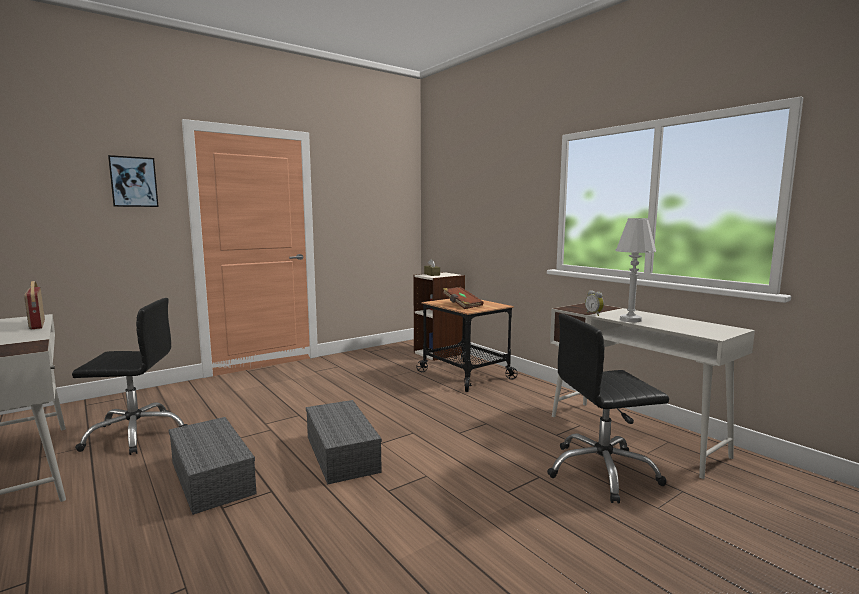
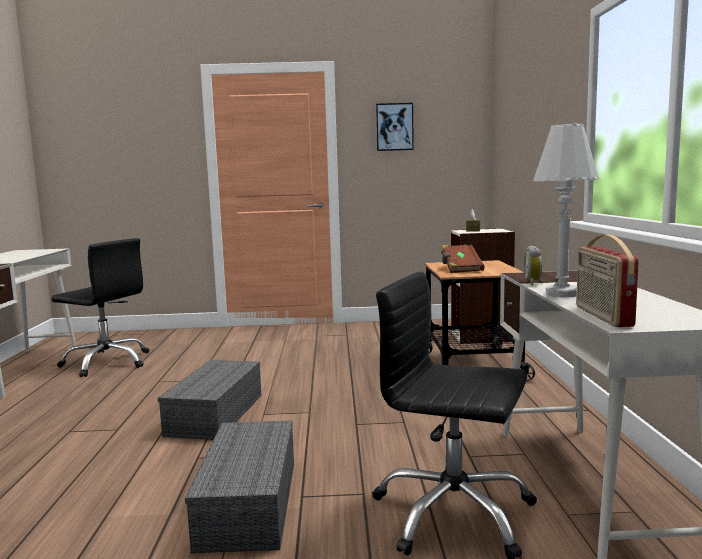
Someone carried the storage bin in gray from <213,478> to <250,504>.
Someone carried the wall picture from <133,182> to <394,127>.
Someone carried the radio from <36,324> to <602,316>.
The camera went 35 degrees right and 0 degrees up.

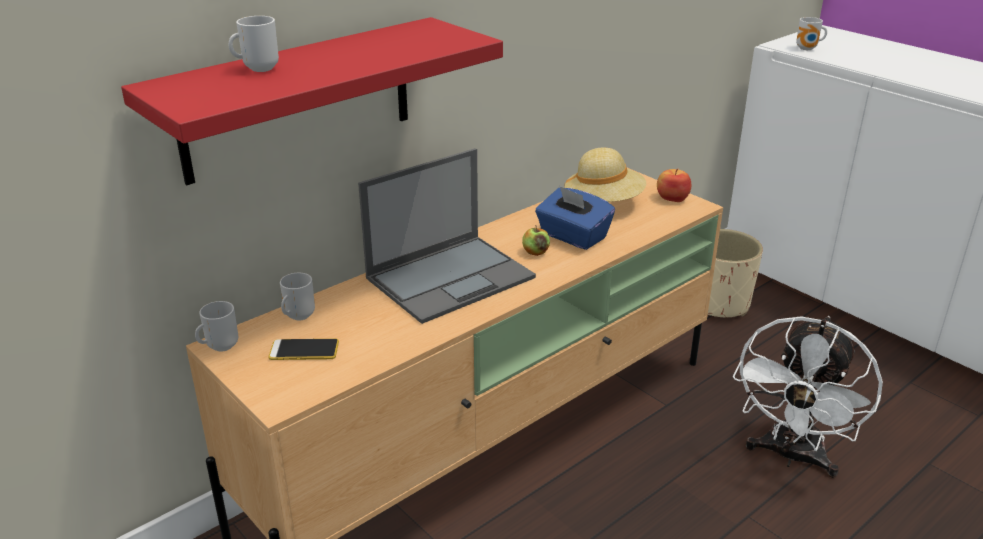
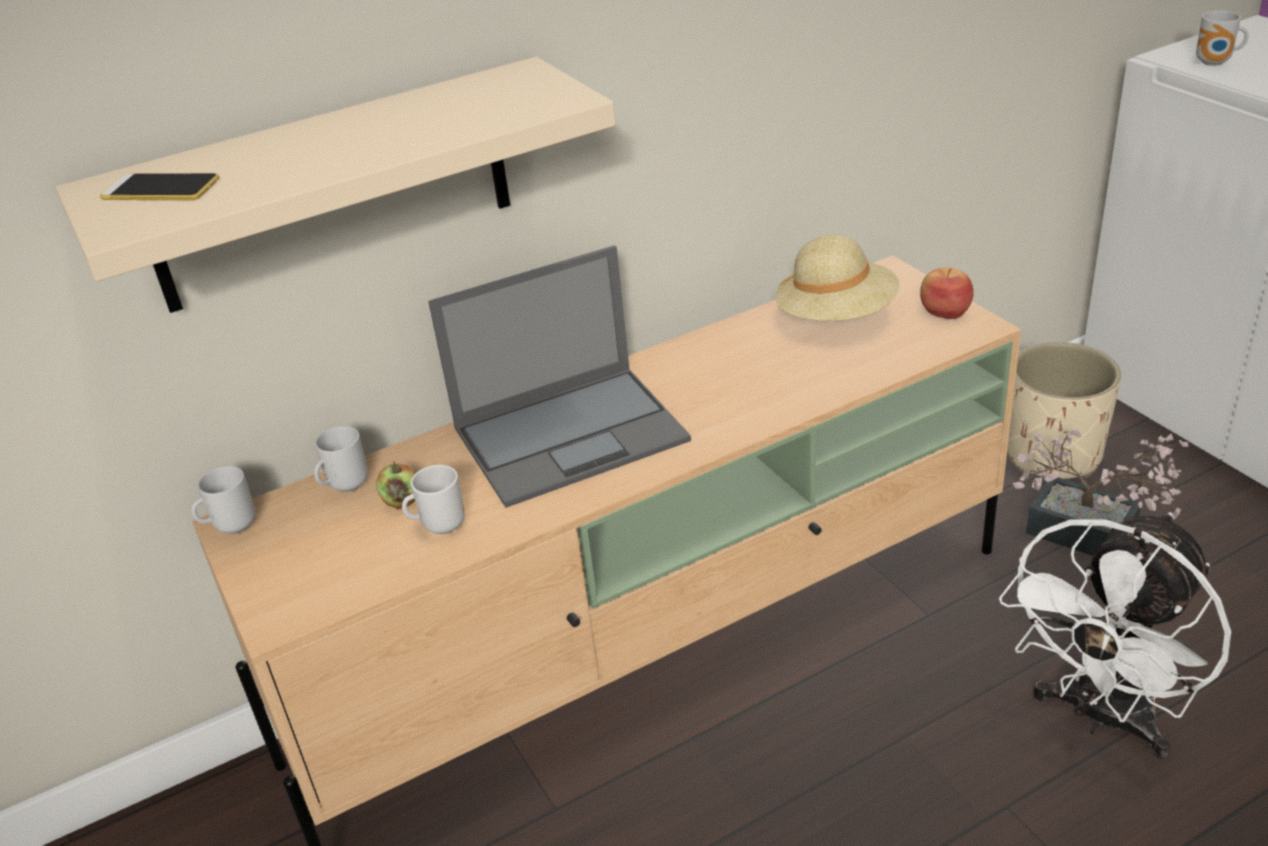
Someone repainted the shelf in reddish at <298,99>, which became the shelf in beige at <331,187>.
Someone carried the handset from <304,350> to <160,189>.
Someone carried the apple from <535,252> to <402,501>.
Someone carried the mug from <258,69> to <441,526>.
Someone put down the houseplant at <1093,536>.
Someone took away the tissue holder in blue at <572,236>.
The camera went 15 degrees right and 5 degrees up.

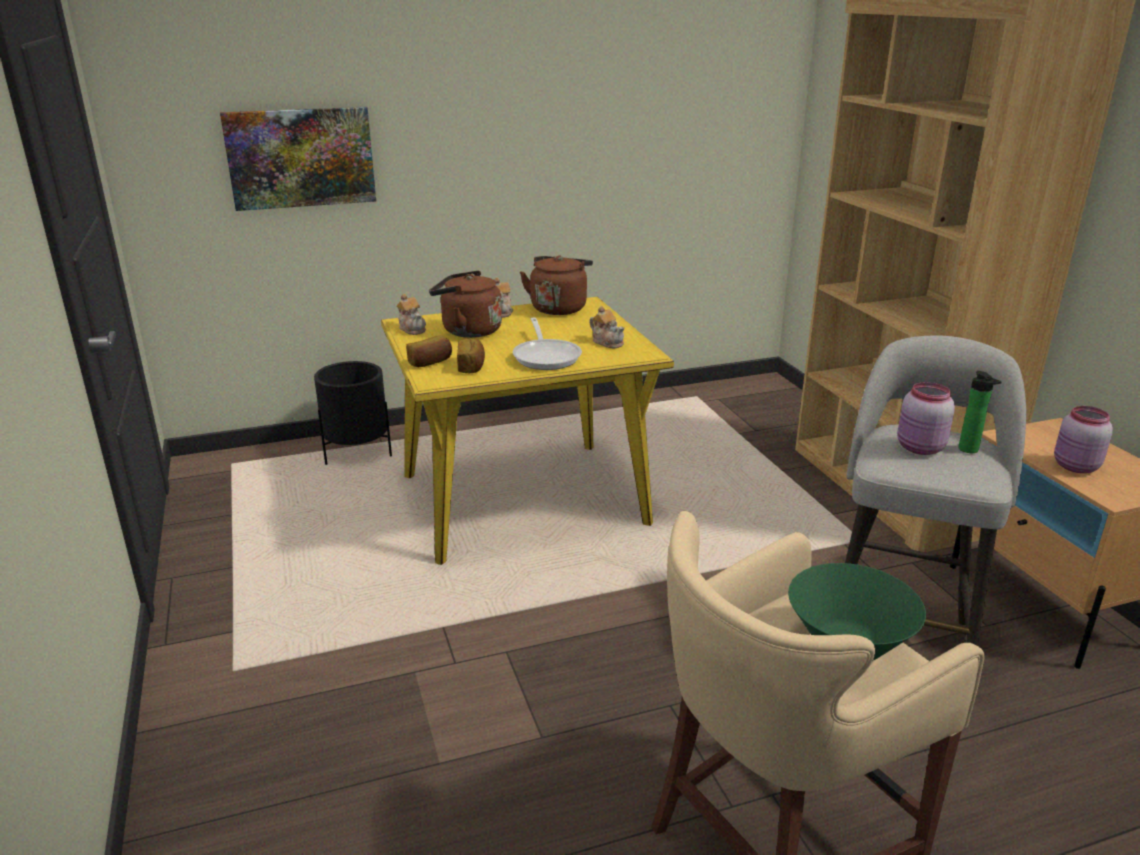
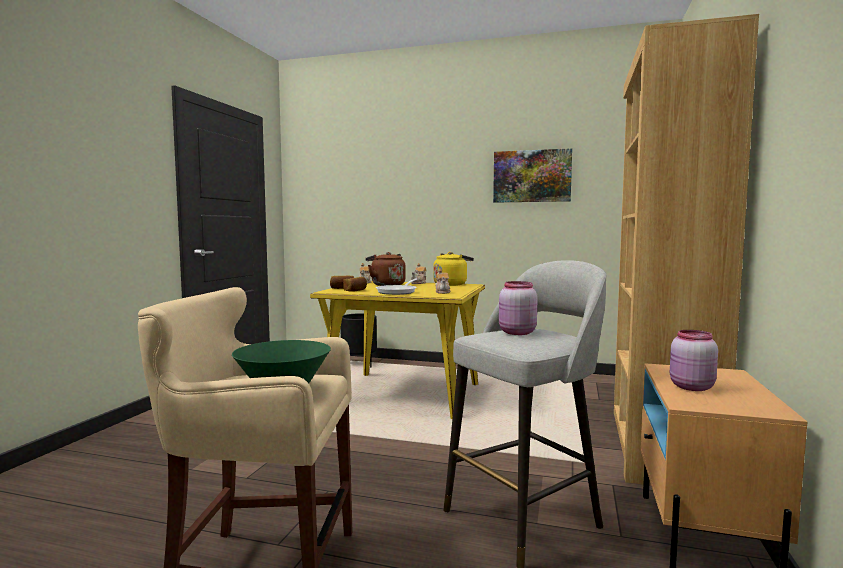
Someone repainted the tea kettle in brownish at <559,308>, which became the tea kettle in yellow-coloured at <451,284>.
Someone carried the wall picture from <301,158> to <532,176>.
Someone took away the drink bottle at <970,450>.
The camera went 35 degrees right and 20 degrees down.

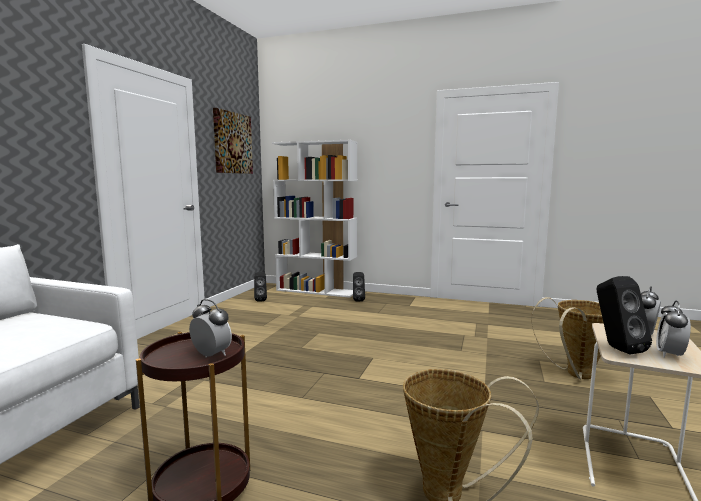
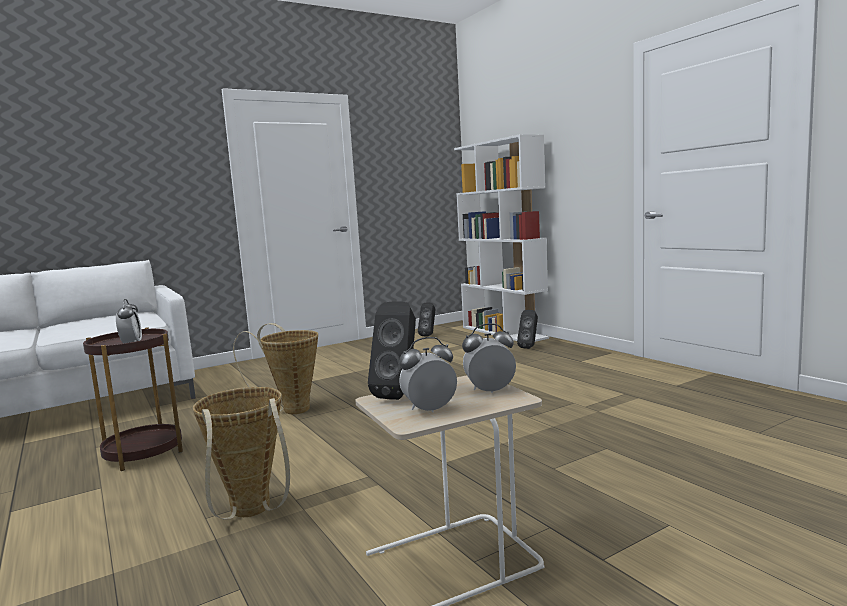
Someone carried the basket from <575,375> to <291,409>.
Someone took away the wall picture at <232,143>.
The camera went 40 degrees right and 0 degrees up.

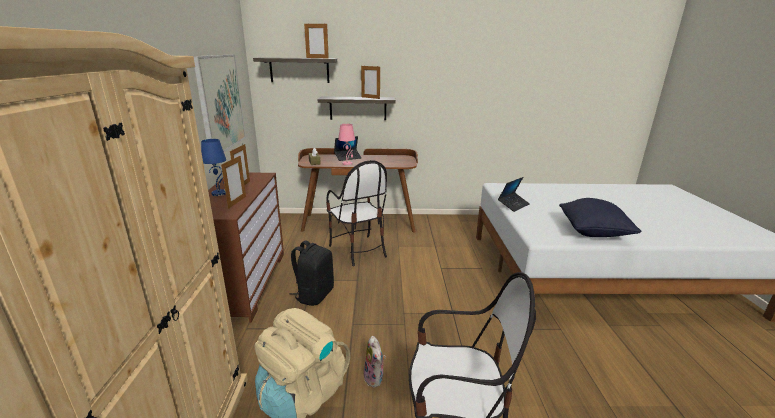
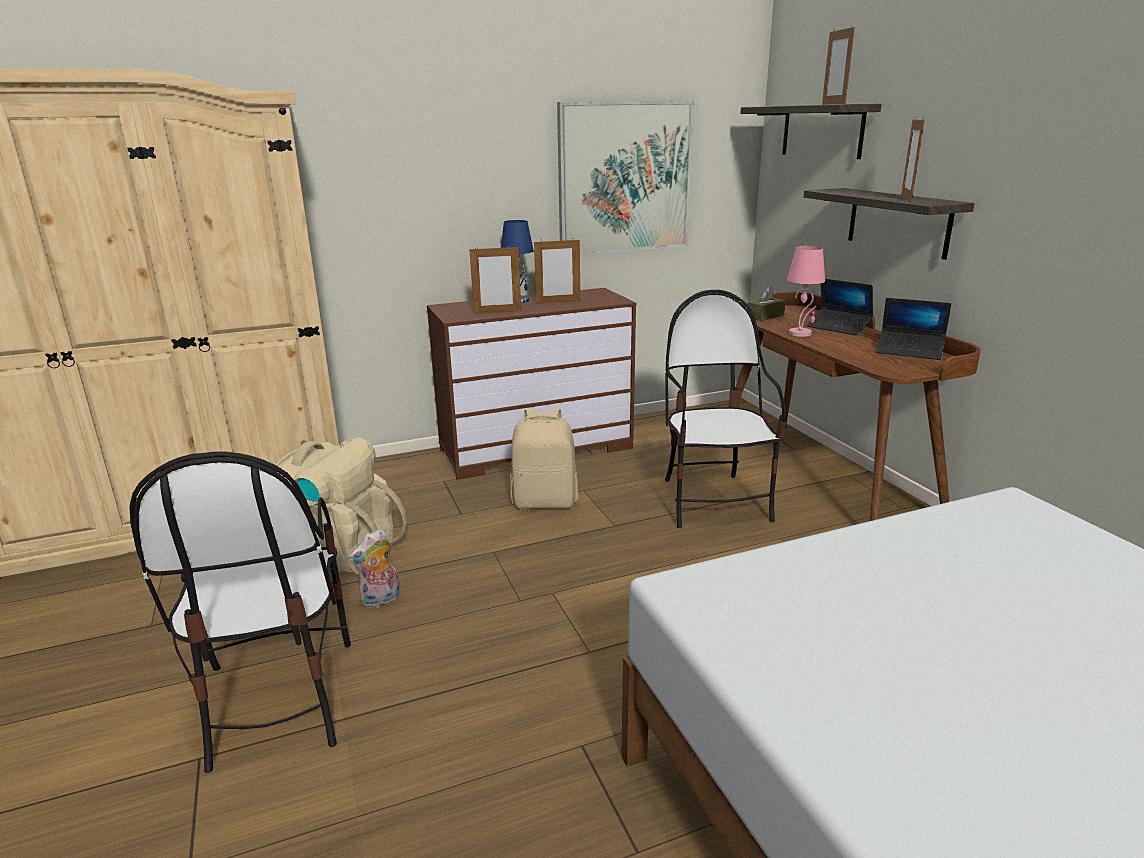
Someone repainted the rucksack in blackish at <314,295>, which became the rucksack in beige at <545,502>.
Someone rotated the upright chair at <358,250> by 135 degrees clockwise.
Someone carried the laptop from <513,205> to <909,351>.
Someone took away the cushion in blackish at <593,232>.
The camera went 70 degrees right and 0 degrees up.

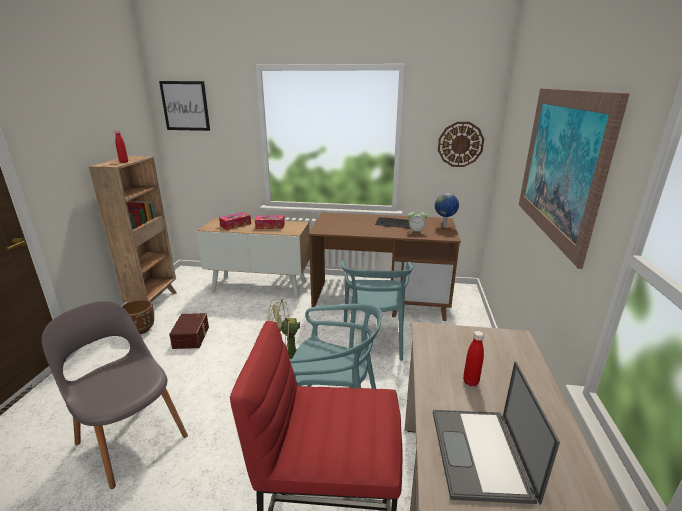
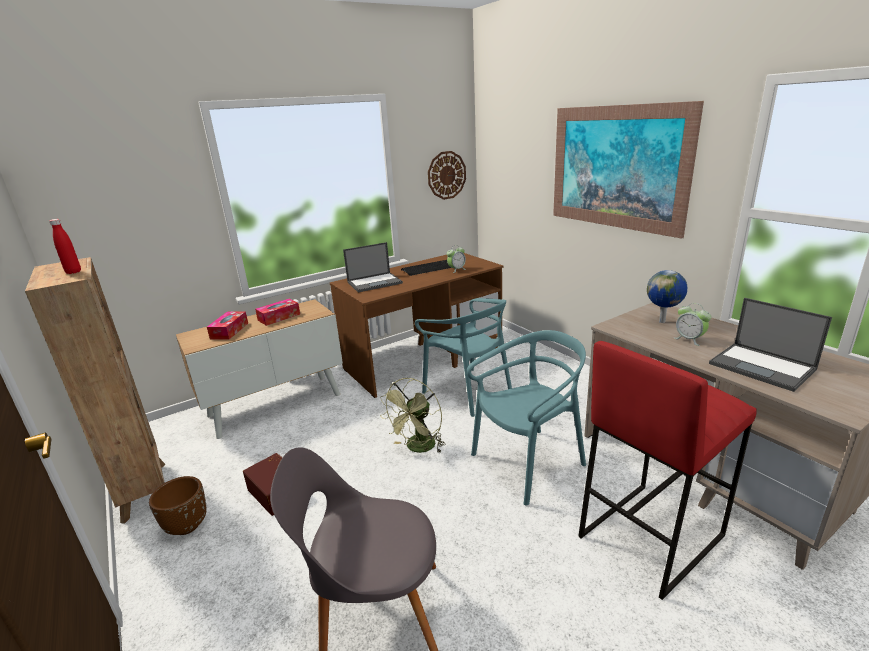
Someone put down the laptop at <375,282>.
Someone carried the desk globe from <444,226> to <663,321>.
Someone swapped the drink bottle in reddish at <470,382> for the table clock at <689,339>.
Someone took away the wall picture at <185,106>.
The camera went 40 degrees left and 0 degrees up.

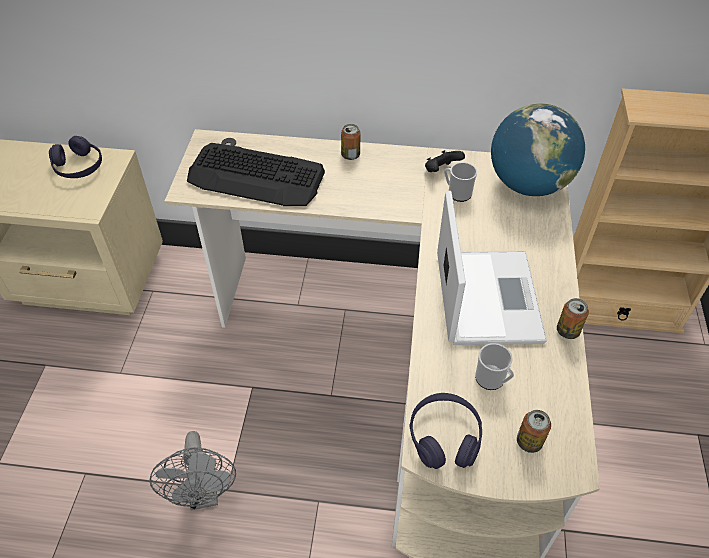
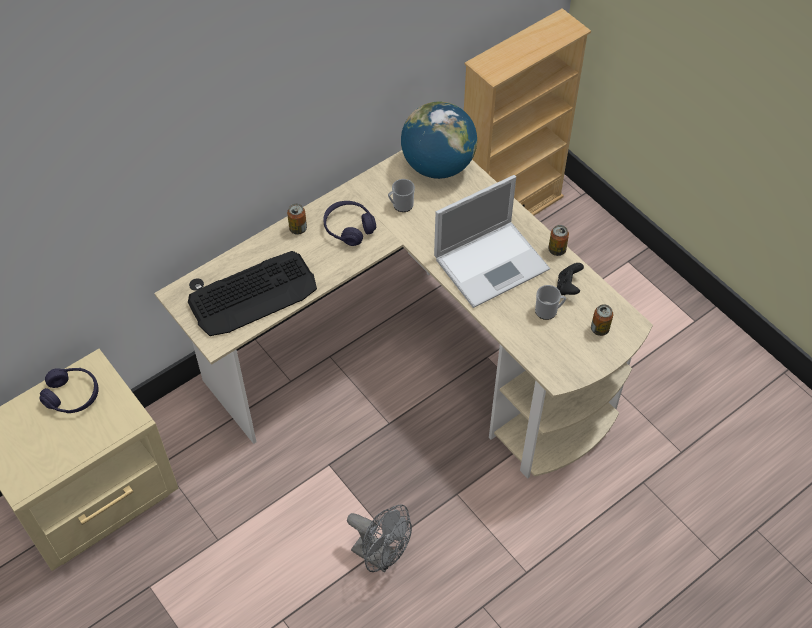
Someone carried the headset in purple-coloured from <444,437> to <349,228>.
Someone rotated the laptop at <486,295> by 105 degrees clockwise.
Someone carried the joypad in blackish from <441,171> to <568,287>.
The camera went 45 degrees left and 5 degrees up.

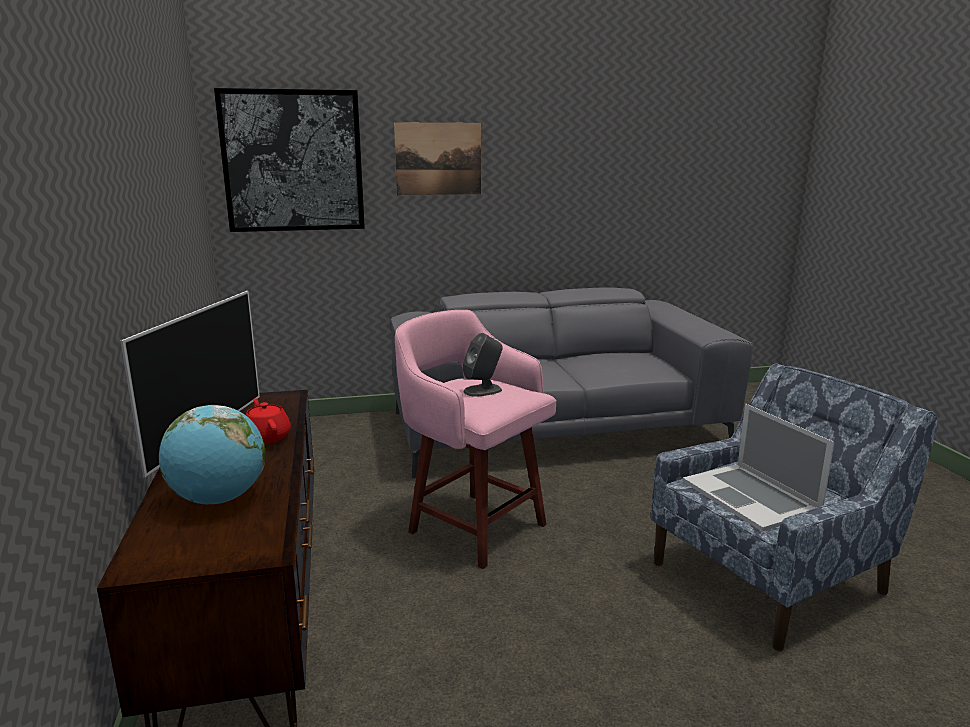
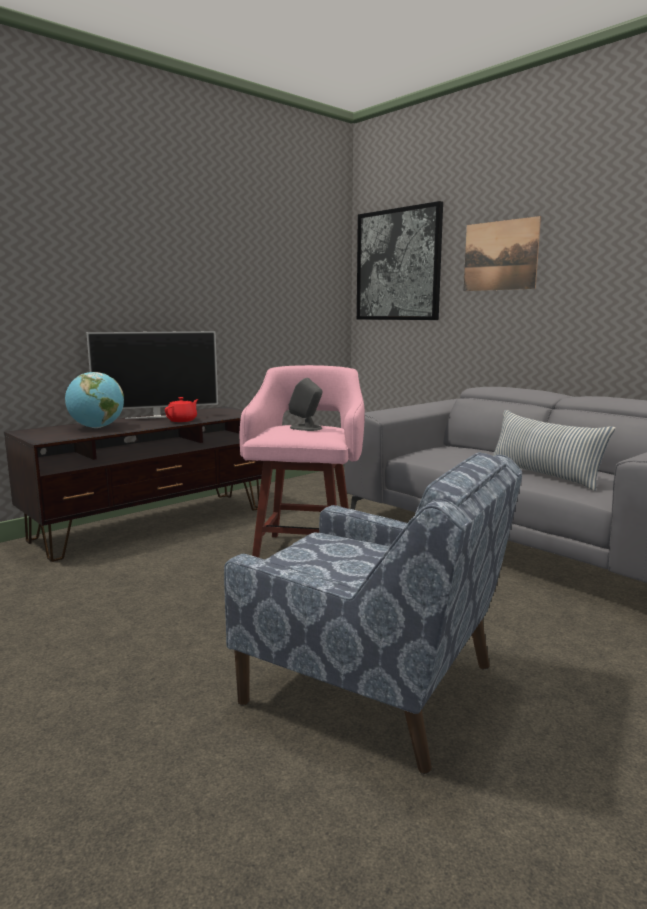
Someone put down the cushion at <543,475>.
Someone took away the laptop at <750,496>.
The camera went 60 degrees right and 5 degrees down.

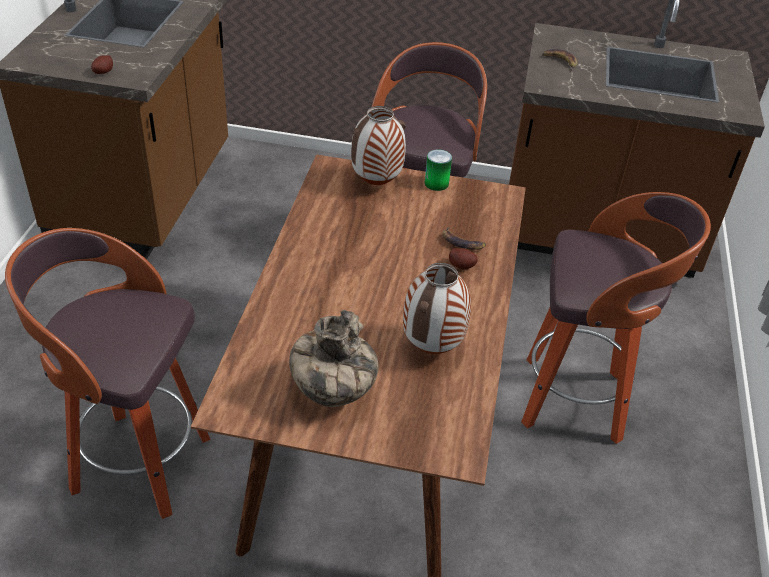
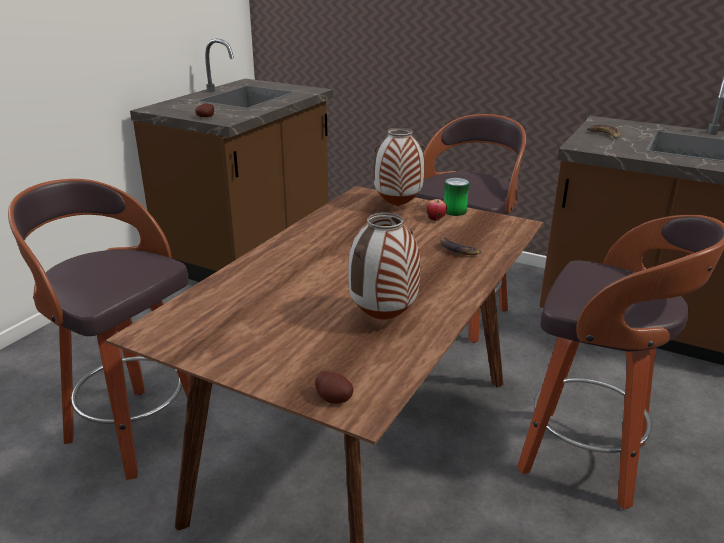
Someone carried the spud from <462,265> to <334,398>.
Someone put down the apple at <436,220>.
Someone took away the decorative vase at <332,392>.
The camera went 20 degrees right and 15 degrees down.

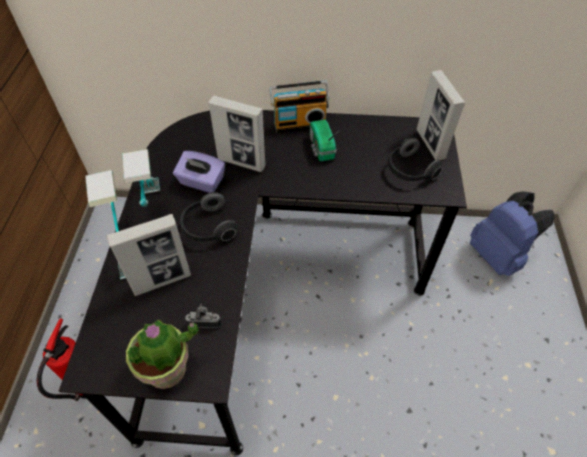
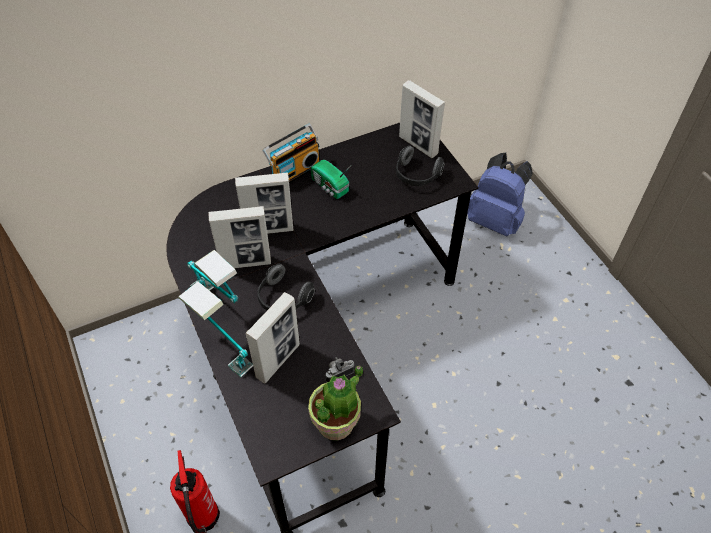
Someone swapped the tissue holder in purple-coloured at <201,182> for the photo frame at <246,263>.
The camera went 30 degrees left and 0 degrees up.

